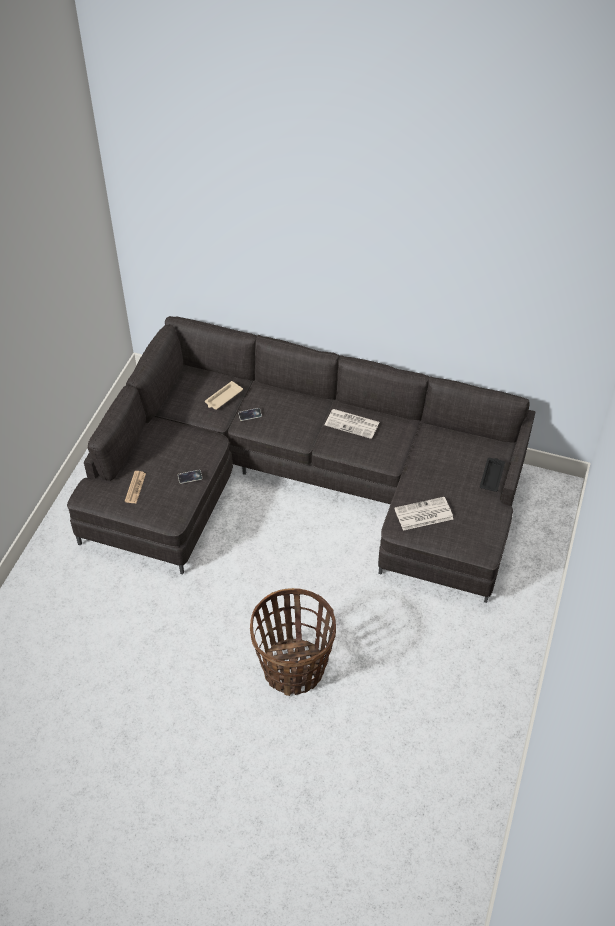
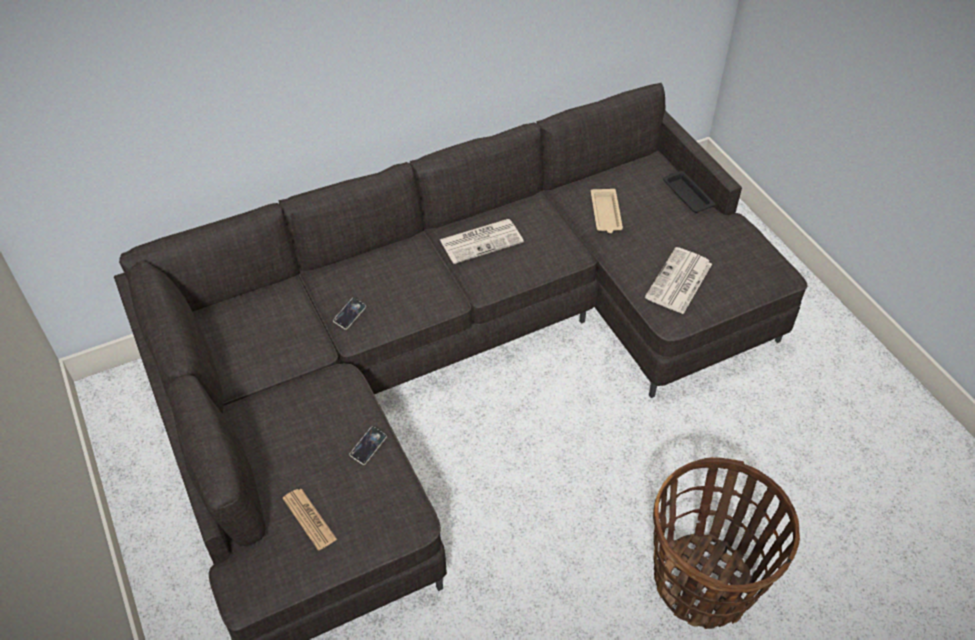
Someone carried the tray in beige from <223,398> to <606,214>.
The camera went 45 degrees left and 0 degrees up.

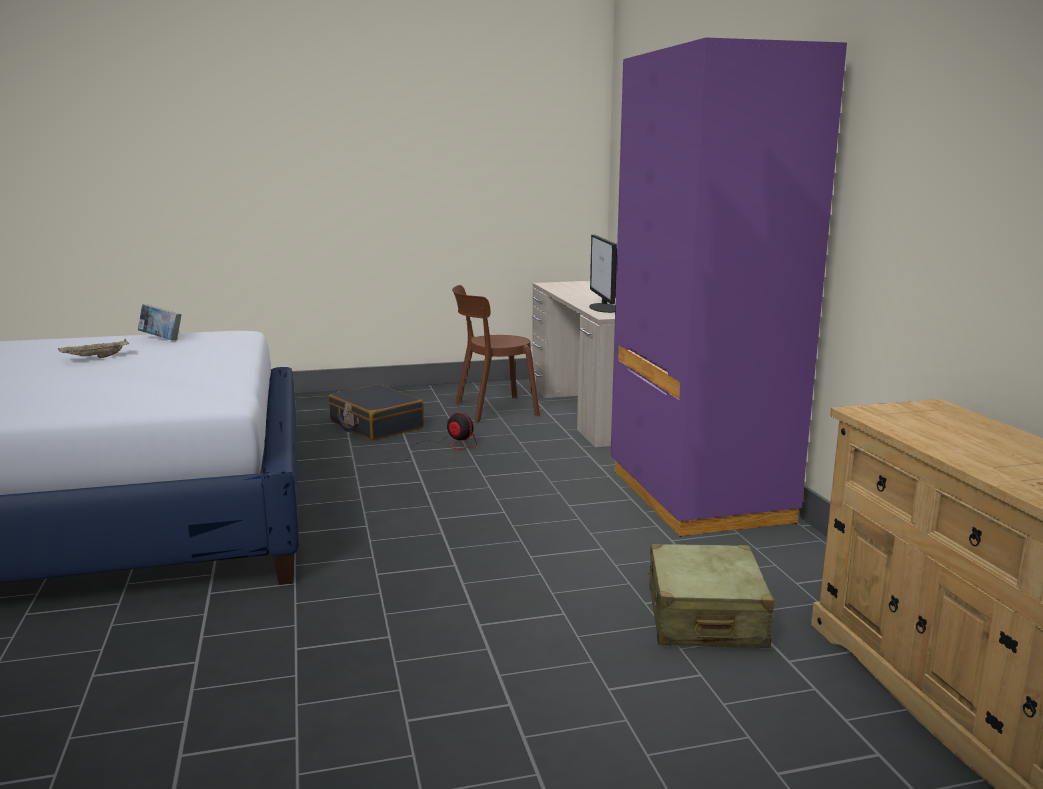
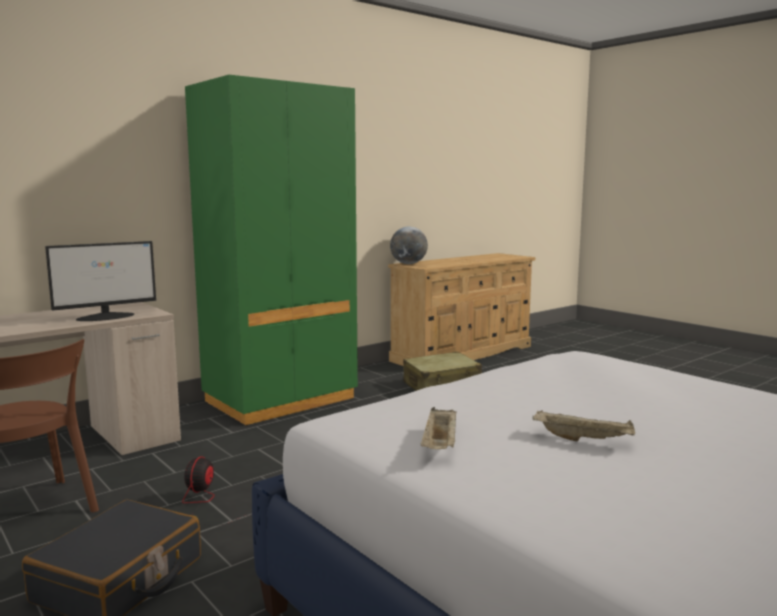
Someone repainted the armoire in purple-coloured at <697,496>, which became the armoire in green at <280,400>.
Someone put down the desk globe at <408,264>.
Someone swapped the book at <161,339> for the tray in beige at <440,445>.
The camera went 115 degrees left and 5 degrees down.

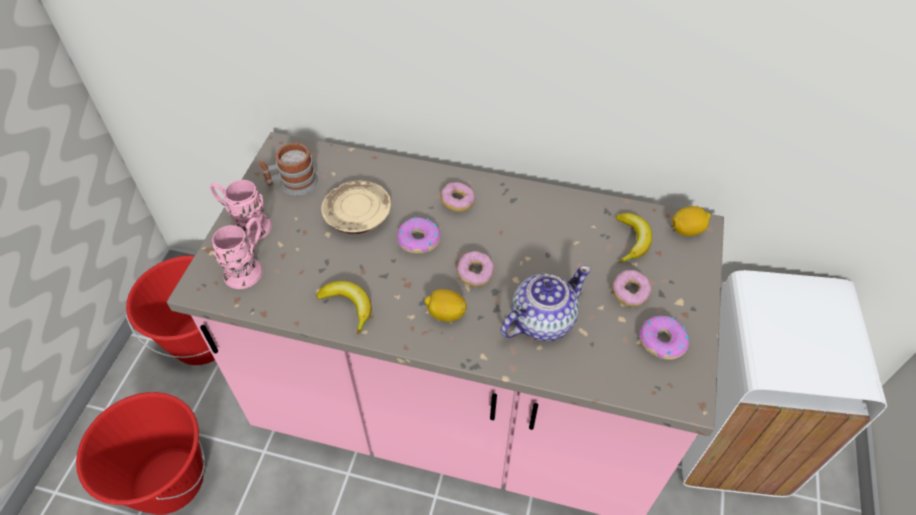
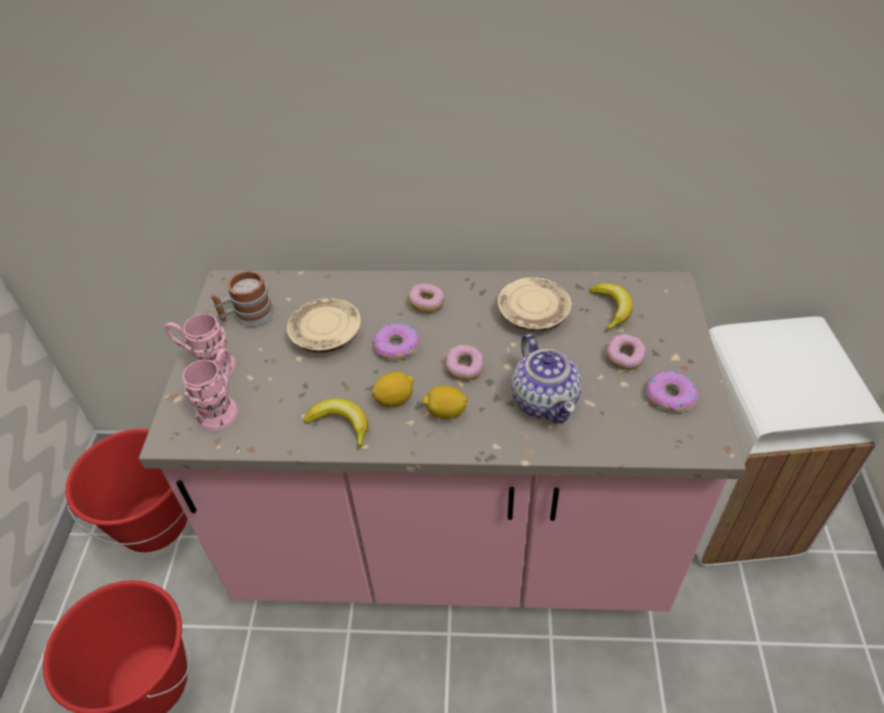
Someone carried the whole lemon from <687,230> to <394,399>.
Someone put down the flat dish in beige at <533,314>.
Someone rotated the tea pot at <541,320> by 120 degrees clockwise.
The camera went 10 degrees left and 5 degrees down.

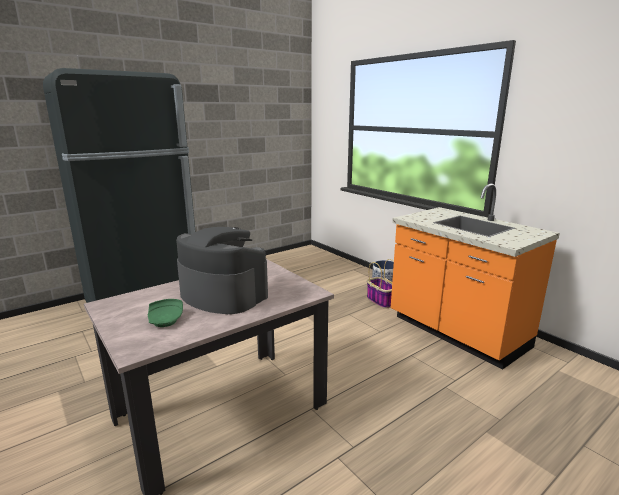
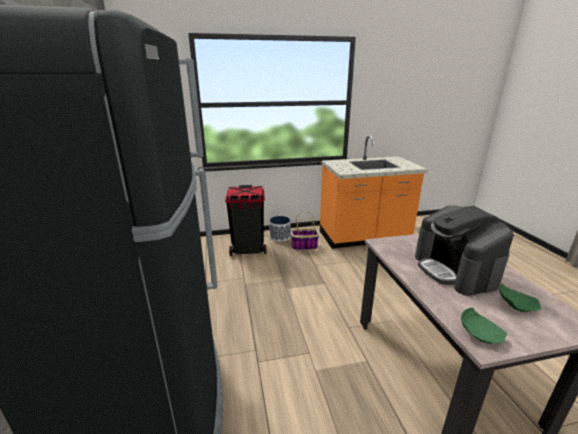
Someone put down the rubbish bin in blackish at <248,249>.
Someone rotated the coffee brewer at <223,295> by 75 degrees counterclockwise.
Someone put down the flat dish in green at <479,333>.
The camera went 65 degrees left and 5 degrees up.

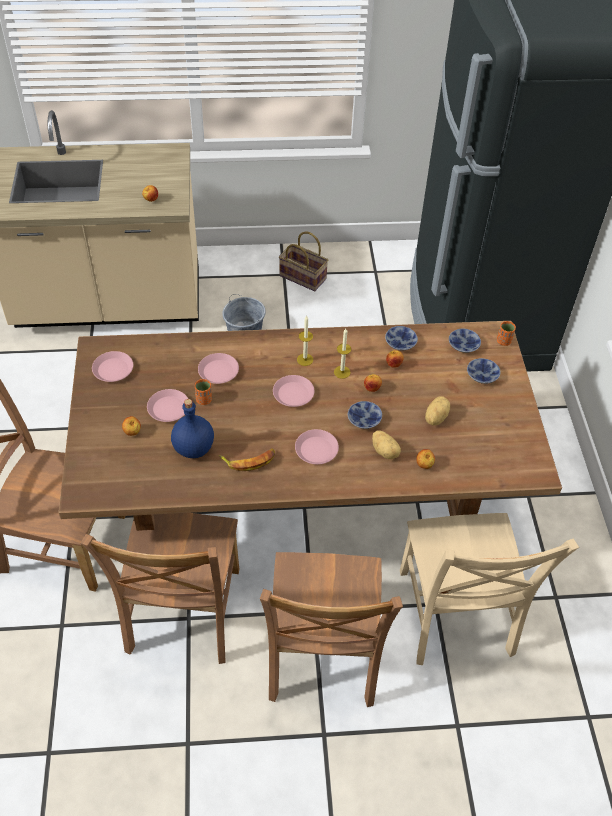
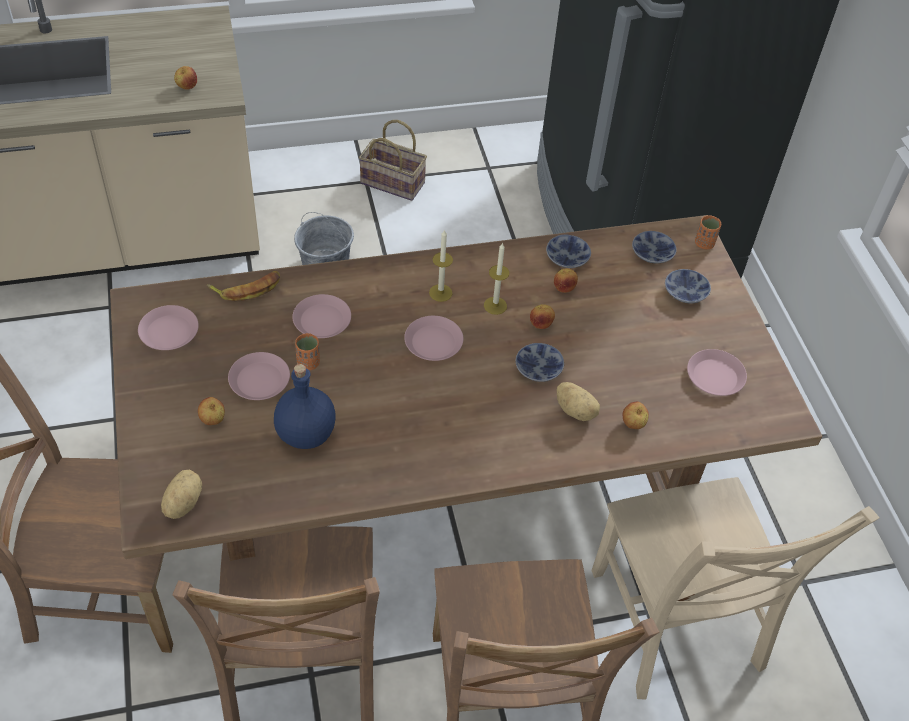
Someone carried the spud from <435,417> to <182,503>.
Someone carried the banana from <249,460> to <247,288>.
Someone carried the flat dish in pink from <316,449> to <714,376>.
The camera went 10 degrees left and 0 degrees up.

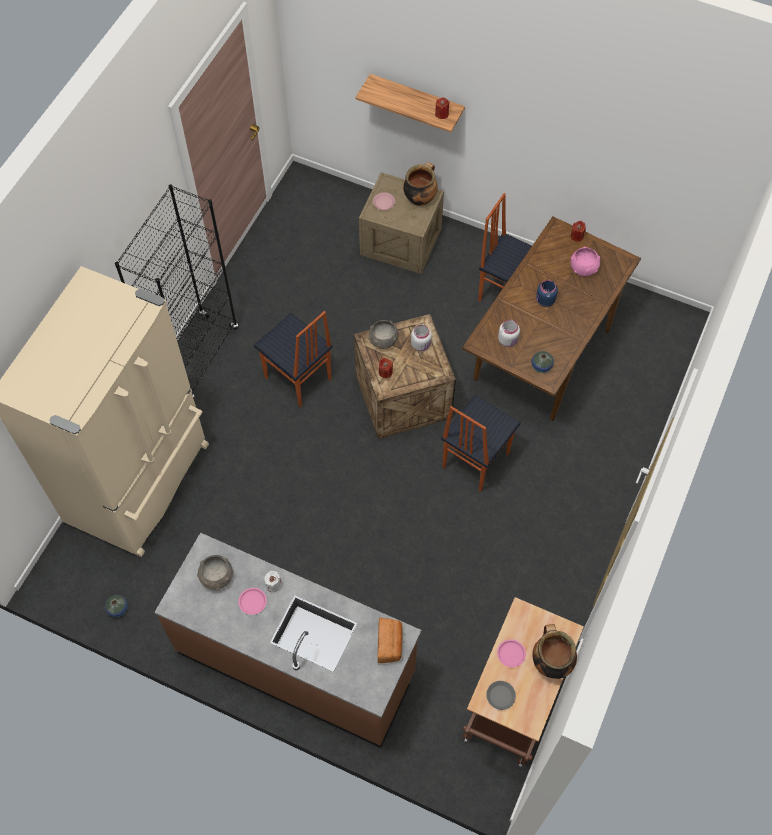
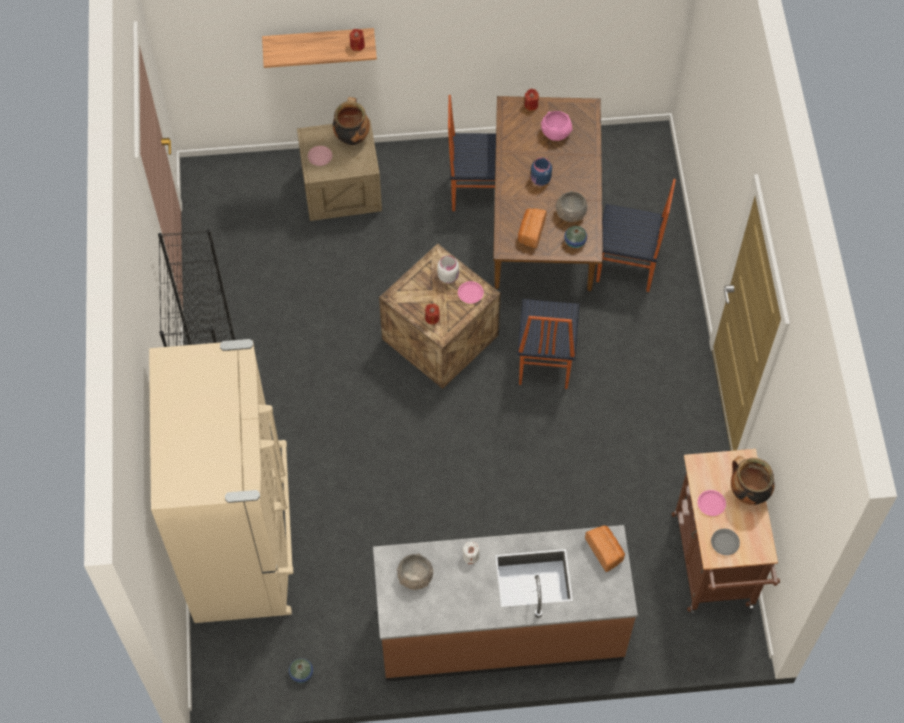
Someone carried the flat dish in pink from <252,602> to <470,293>.
Someone swapped the jar in white at <508,340> for the bakery bread at <531,232>.
Someone carried the bowl in gray from <383,340> to <570,213>.
Someone carried the upright chair from <297,379> to <627,268>.
The camera went 30 degrees left and 0 degrees up.

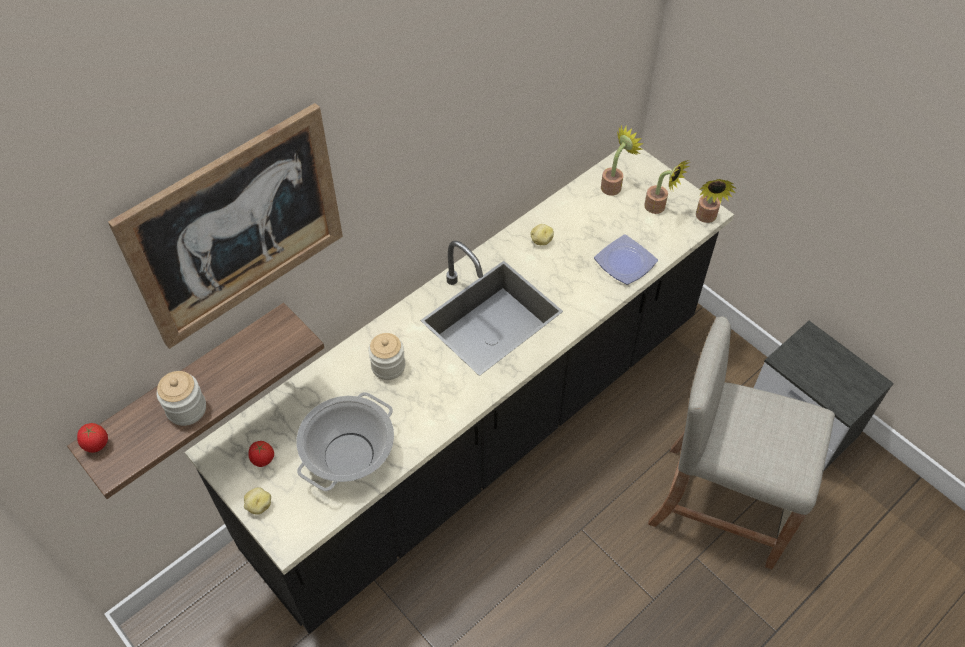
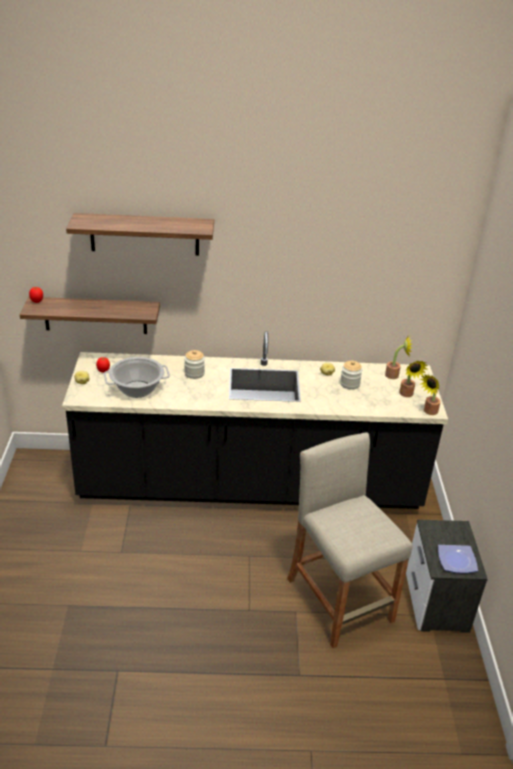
Someone swapped the wall picture at <237,227> for the shelf at <144,234>.
Someone carried the jar from <186,409> to <349,384>.
Someone carried the flat dish from <625,261> to <457,560>.
The camera went 40 degrees right and 20 degrees down.

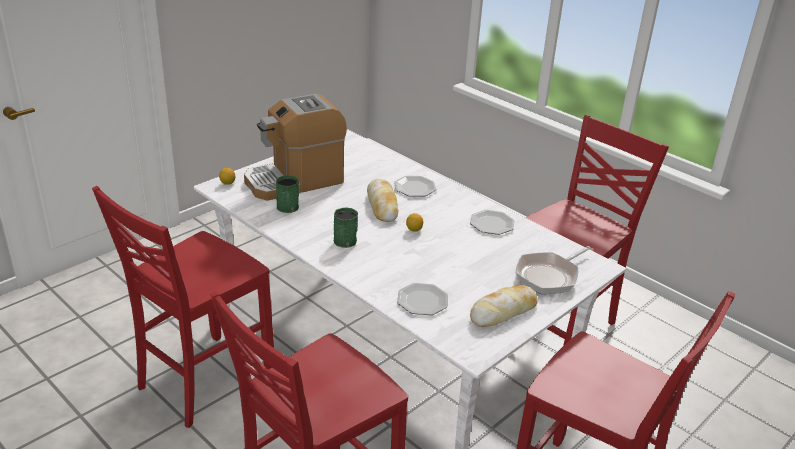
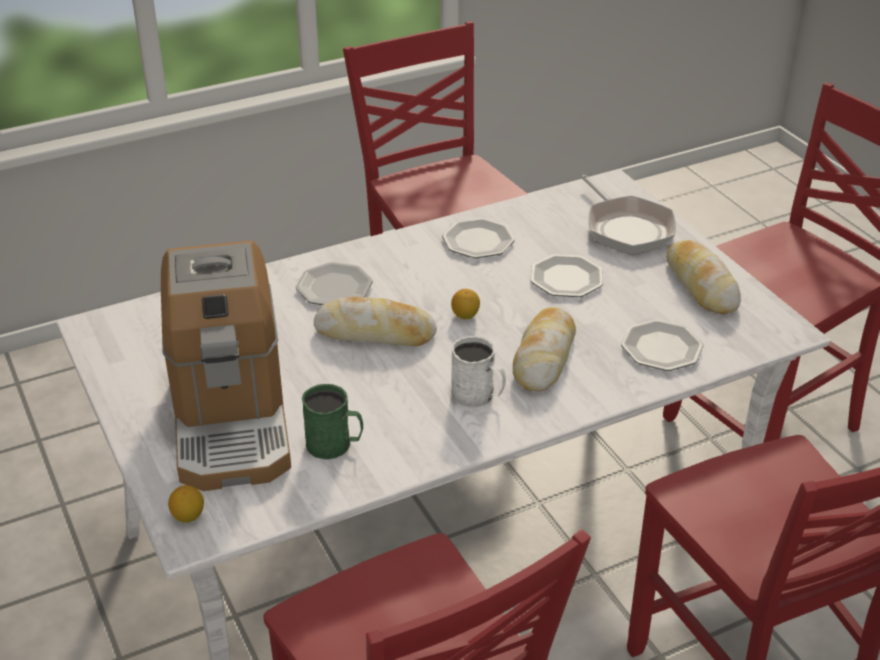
Someone repainted the mug in green at <344,243>, which became the mug in white at <478,396>.
Someone put down the bakery bread at <544,357>.
Someone put down the flat dish at <567,278>.
The camera went 70 degrees left and 5 degrees up.

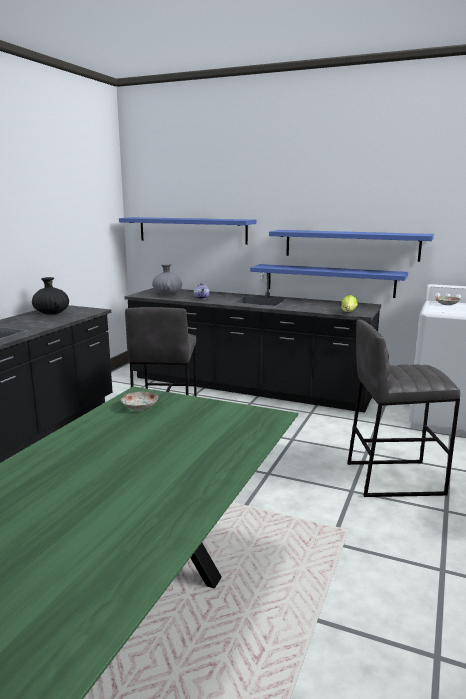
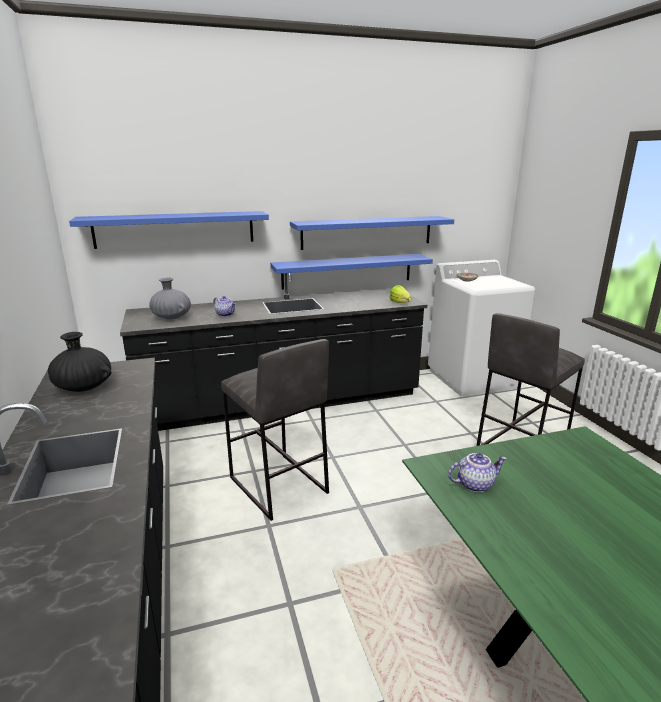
Someone swapped the flat dish at <139,407> for the tea pot at <475,484>.
The camera went 40 degrees left and 5 degrees up.

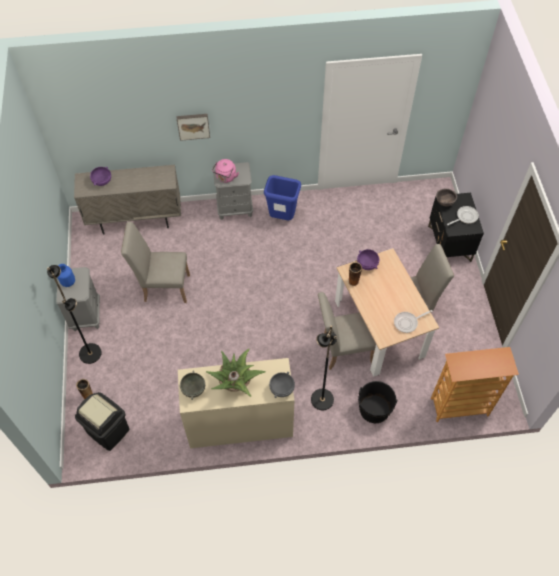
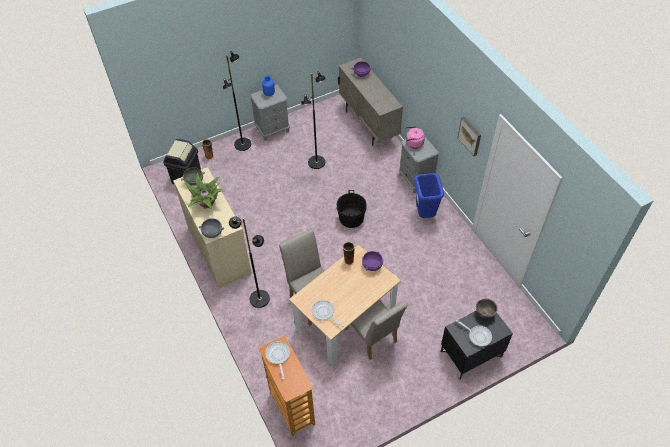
Someone put down the frying pan at <278,356>.
Someone swapped the upright chair in beige at <163,287> for the standing lamp in blackish at <316,162>.
Someone carried the pail in blackish from <374,409> to <351,218>.
Someone carried the wall picture from <193,125> to <470,135>.
The camera went 70 degrees right and 5 degrees down.

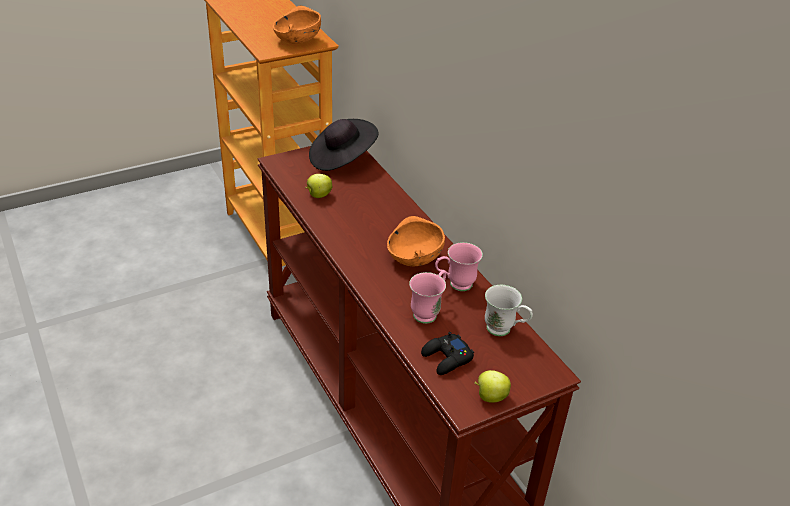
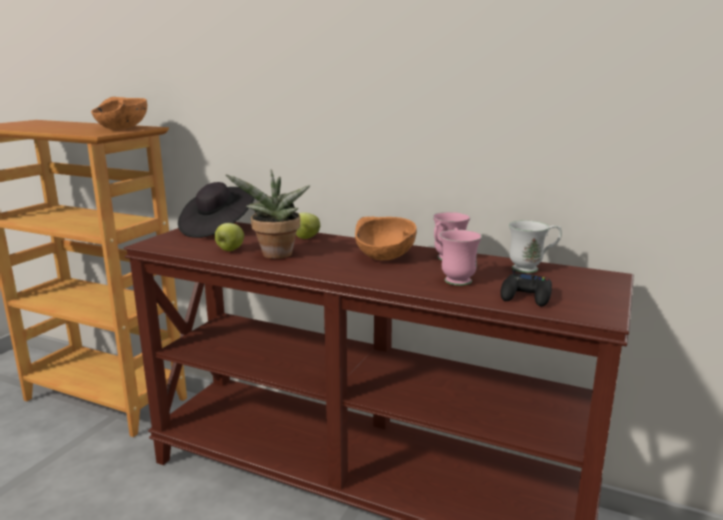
Someone put down the houseplant at <275,256>.
Someone carried the apple from <490,397> to <305,238>.
The camera went 35 degrees left and 20 degrees down.

